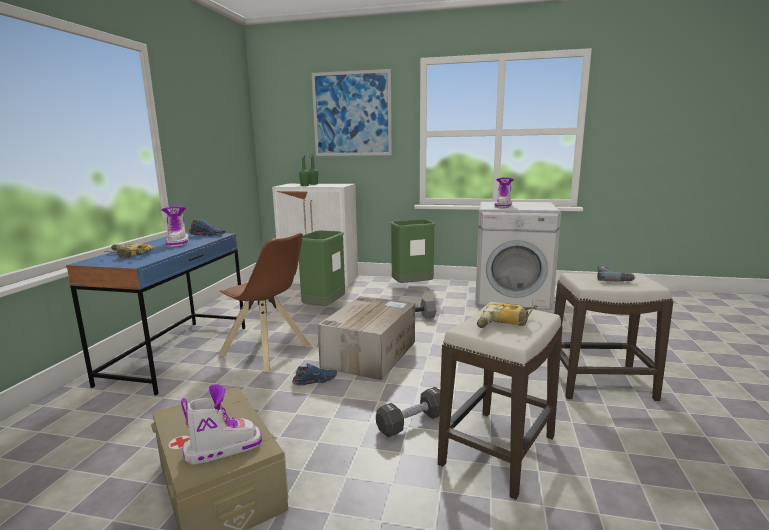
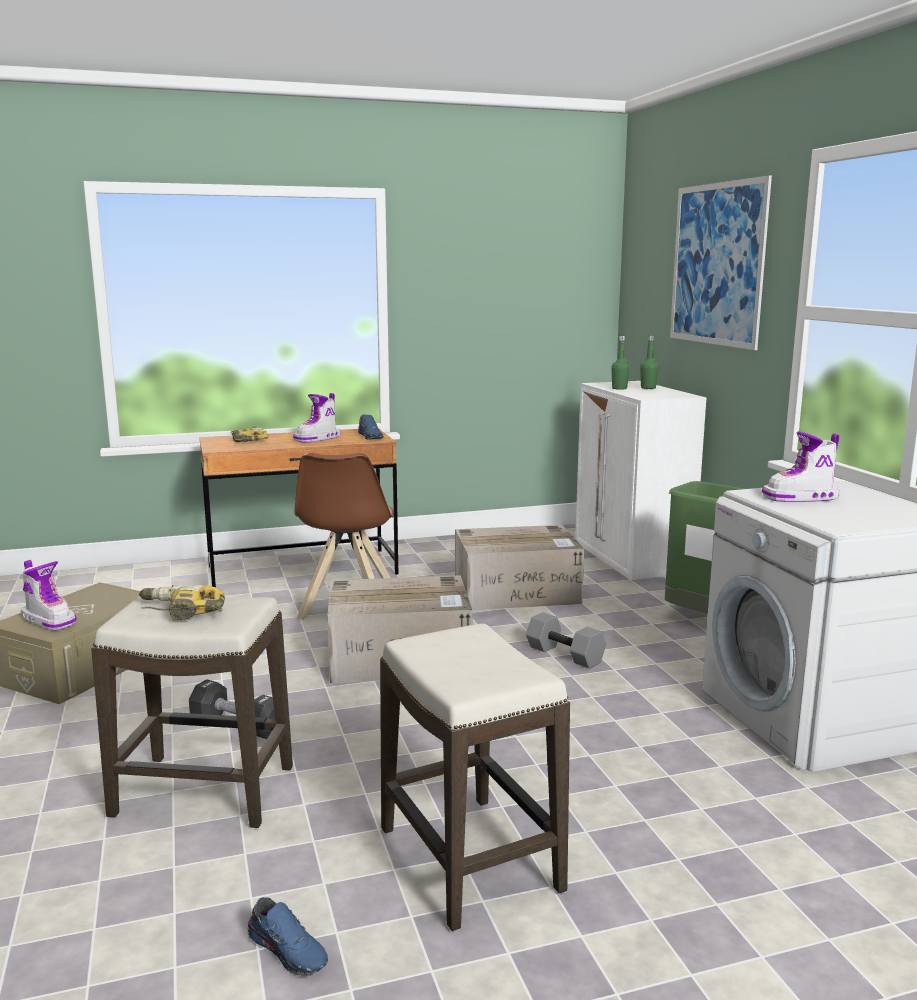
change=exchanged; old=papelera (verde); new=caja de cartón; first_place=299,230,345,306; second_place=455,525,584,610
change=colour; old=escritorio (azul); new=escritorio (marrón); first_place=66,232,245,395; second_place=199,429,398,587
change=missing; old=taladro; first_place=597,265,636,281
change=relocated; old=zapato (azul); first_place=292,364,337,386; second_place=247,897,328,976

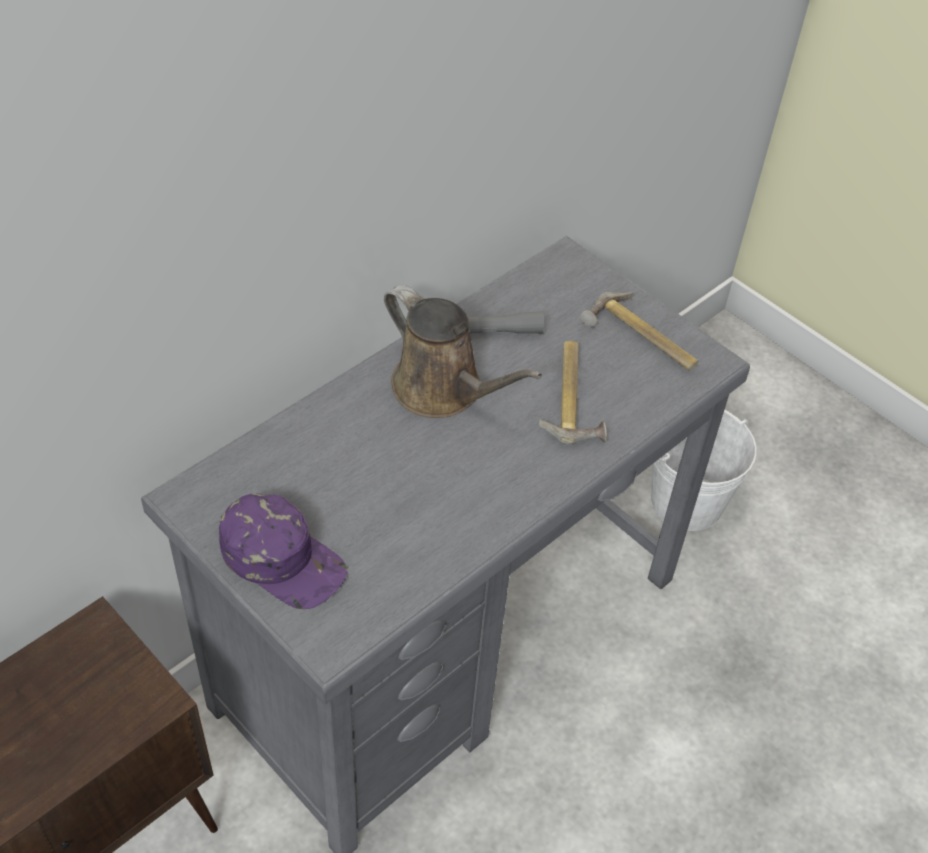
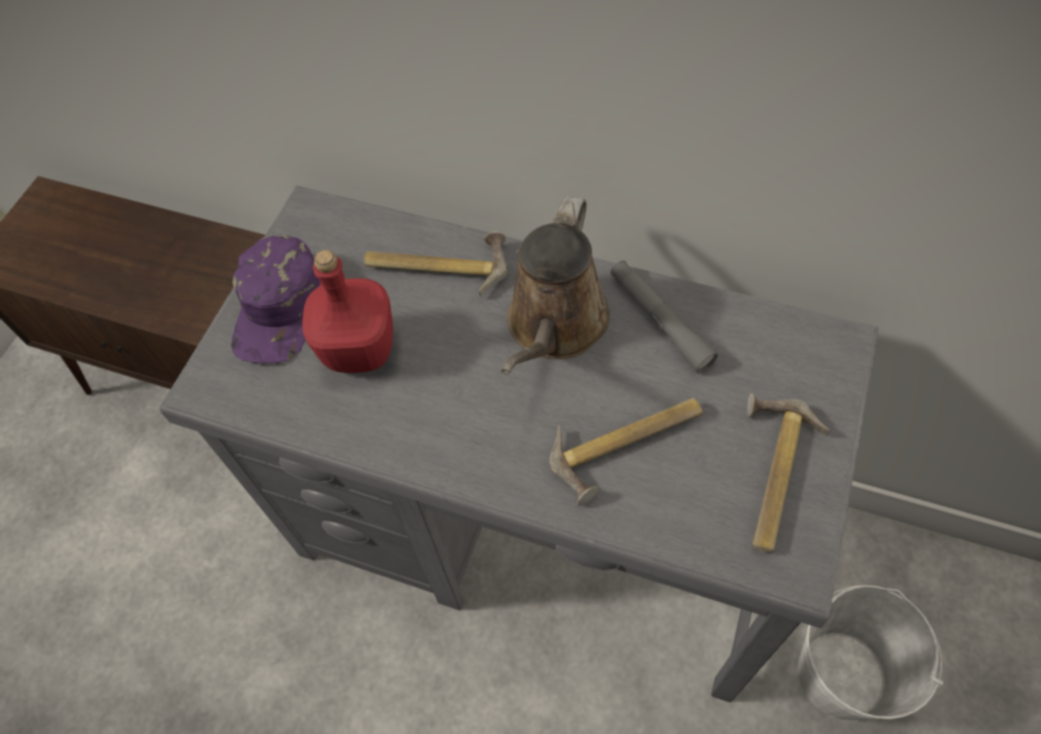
change=appeared; new=martillo; second_place=364,231,507,297
change=appeared; new=botella (rojo); second_place=302,250,393,373

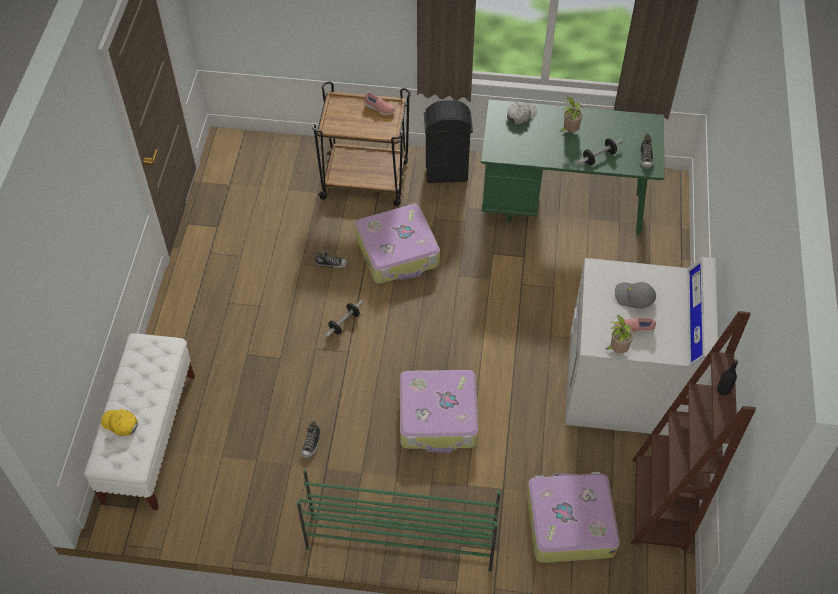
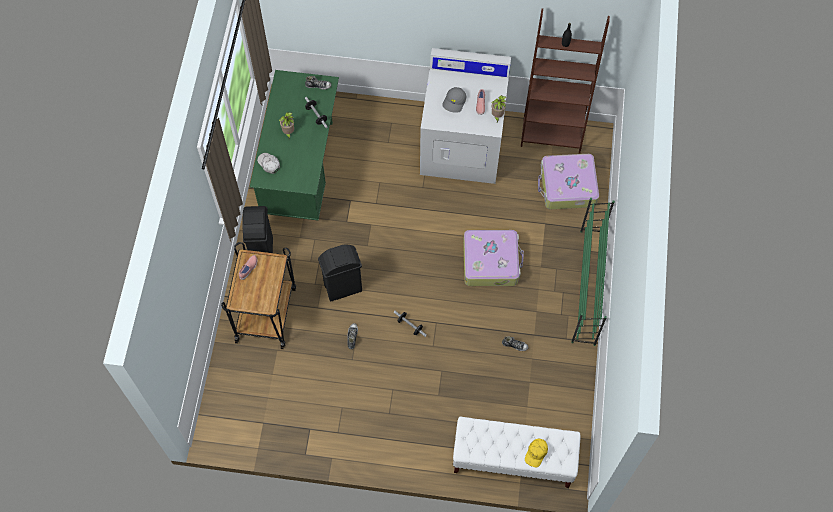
change=exchanged; old=maleta; new=papelera (negro); first_place=355,204,440,284; second_place=318,245,362,301

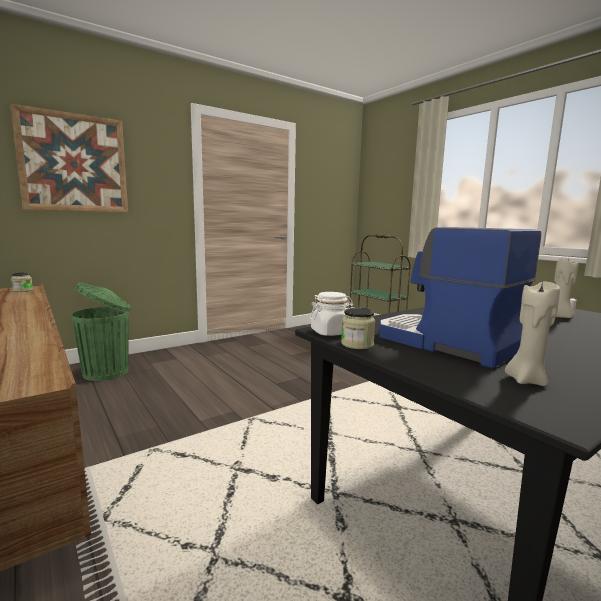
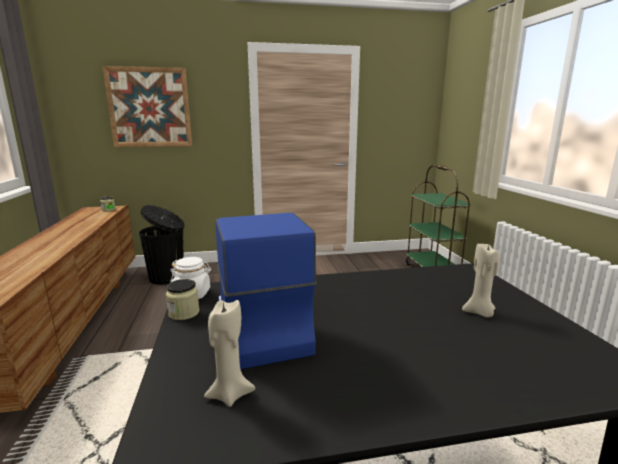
change=colour; old=papelera (verde); new=papelera (negro); first_place=71,282,131,381; second_place=139,205,185,285

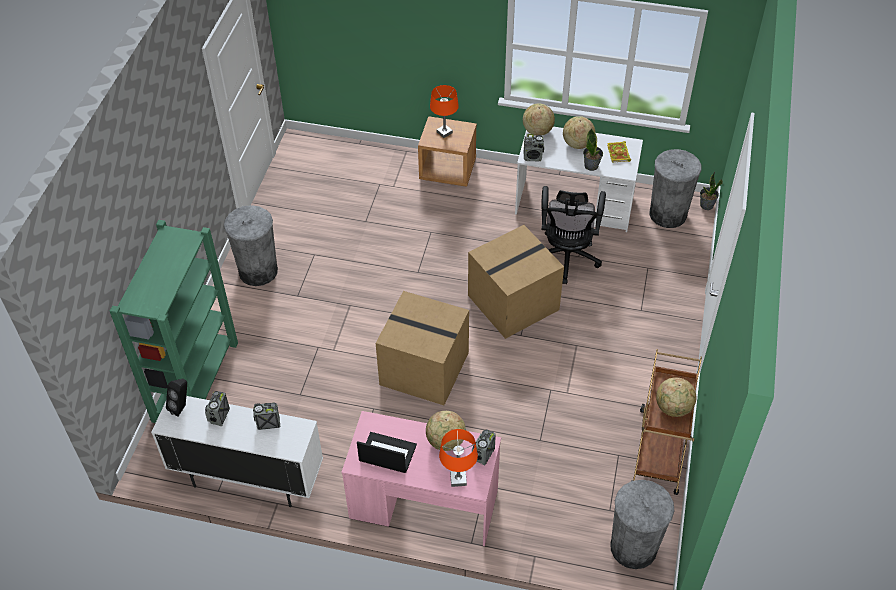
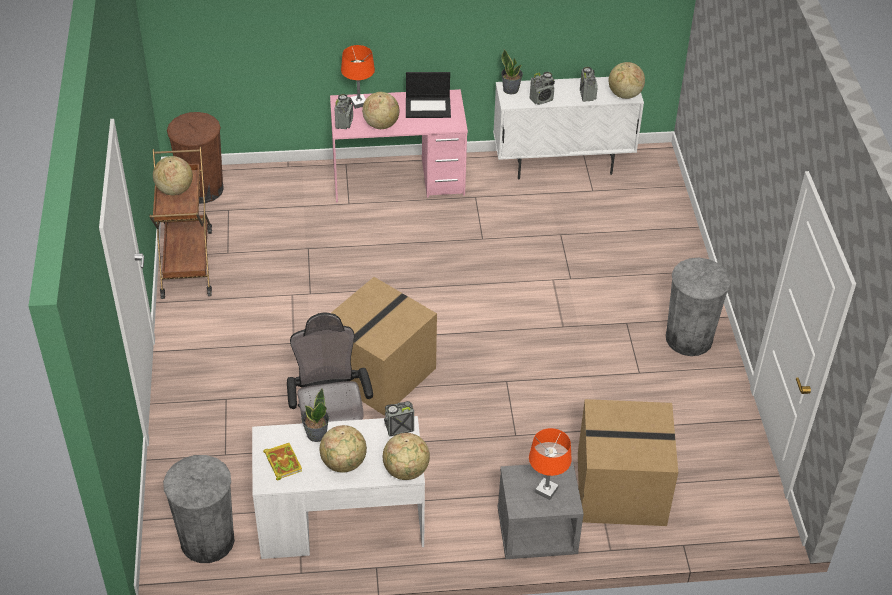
change=colour; old=mesita de noche (marrón); new=mesita de noche (gris); first_place=418,116,477,187; second_place=498,462,584,559
change=relocated; old=planta en maceta; first_place=700,171,723,210; second_place=501,50,523,94
change=missing; old=estantería (verde); first_place=110,220,238,423
change=relocated; old=caja de cartón; first_place=376,291,469,405; second_place=578,399,678,526
change=exchanged; old=altavoz (negro); new=globo terráqueo; first_place=166,379,187,417; second_place=608,62,645,99
change=colour; old=papelera (gris); new=papelera (marrón); first_place=610,480,674,569; second_place=167,112,224,204

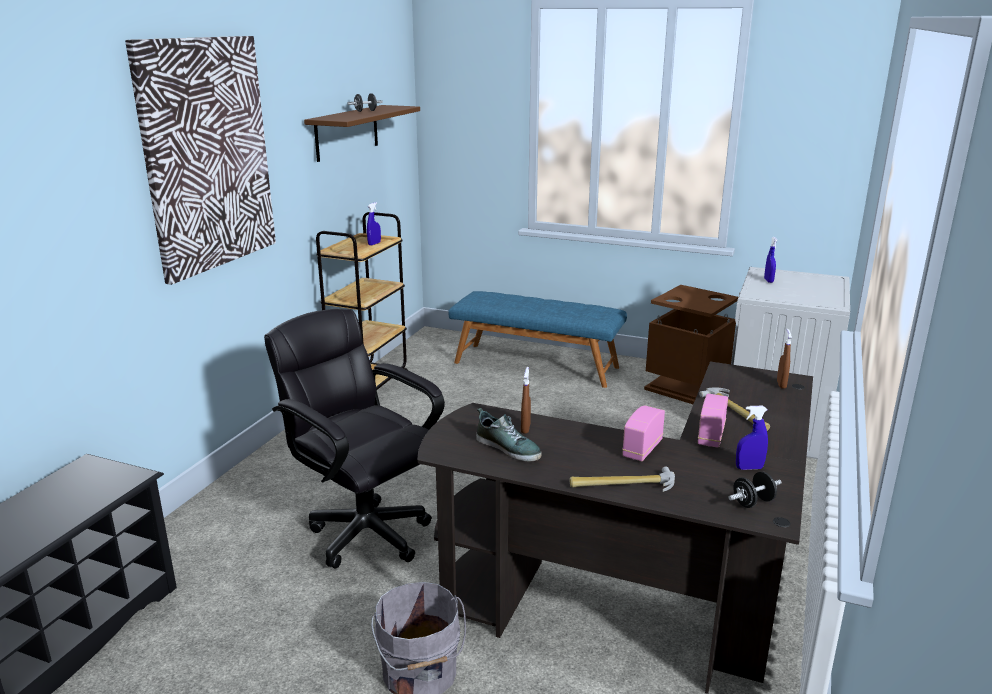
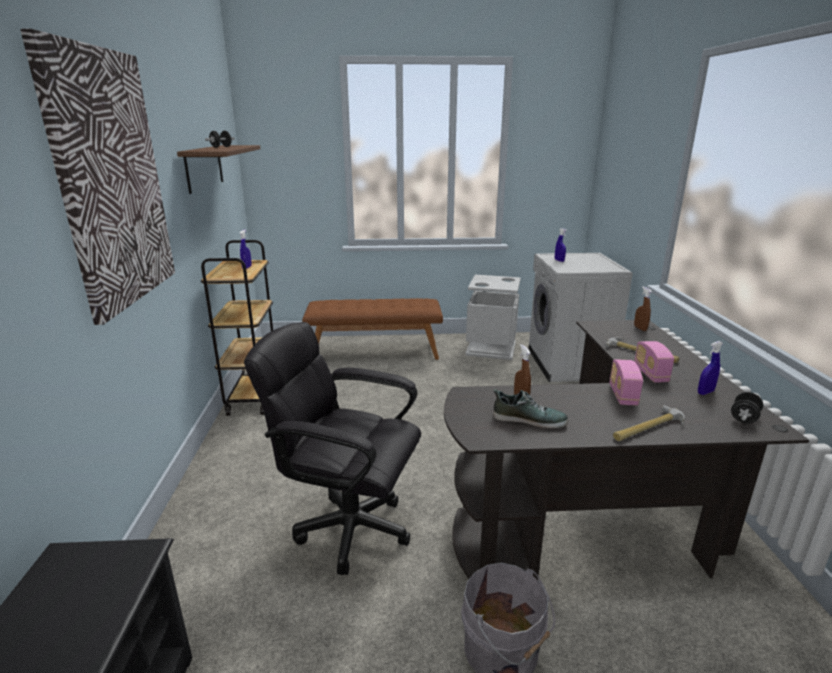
change=colour; old=papelera (marrón); new=papelera (gris); first_place=644,285,738,404; second_place=465,275,521,360
change=colour; old=banco (azul); new=banco (marrón); first_place=448,291,627,388; second_place=302,298,443,360

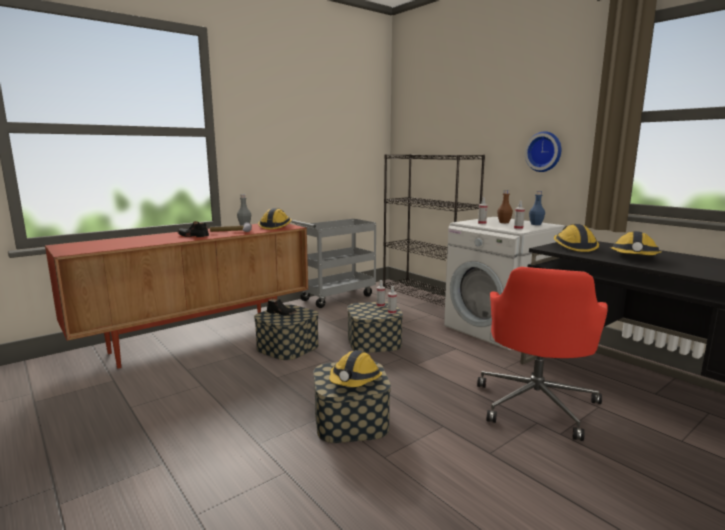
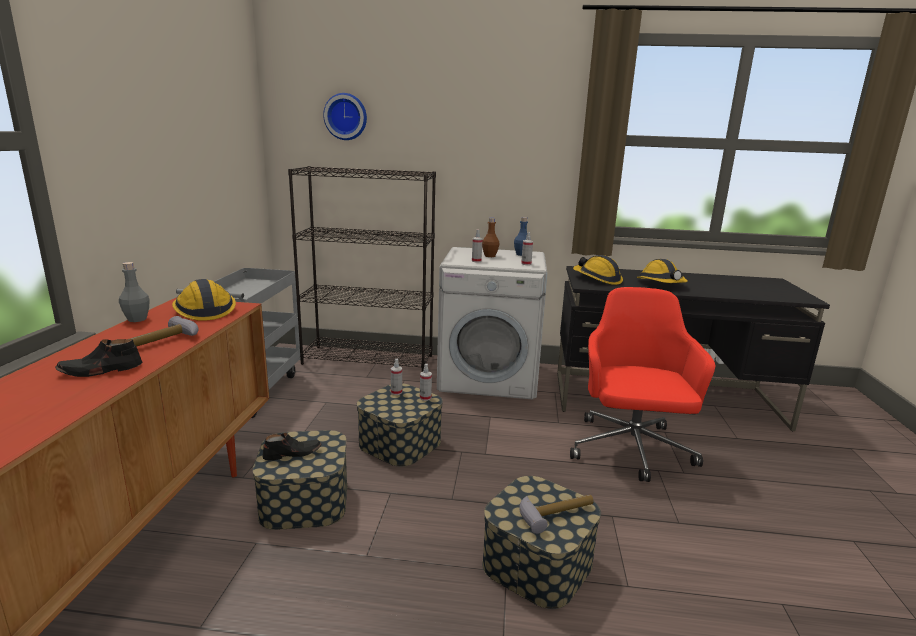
change=relocated; old=reloj de pared; first_place=525,131,561,172; second_place=323,93,367,140
change=spun; old=silla de oficina (rojo); first_place=477,267,608,441; second_place=570,287,715,482; degrees=-150
change=exchanged; old=casco; new=martillo; first_place=329,350,382,387; second_place=519,495,594,534

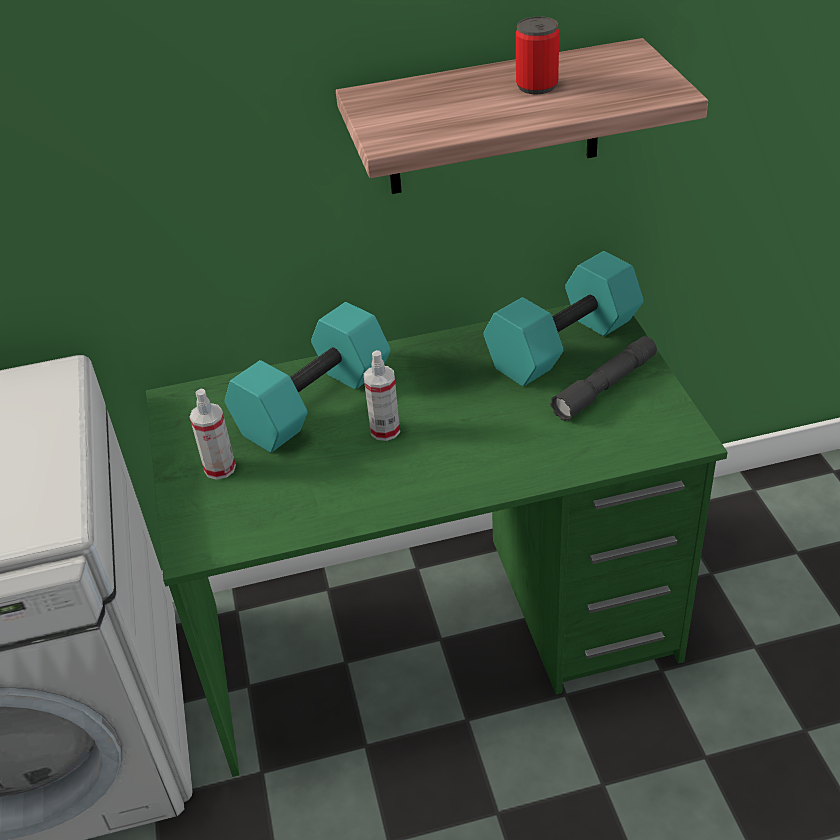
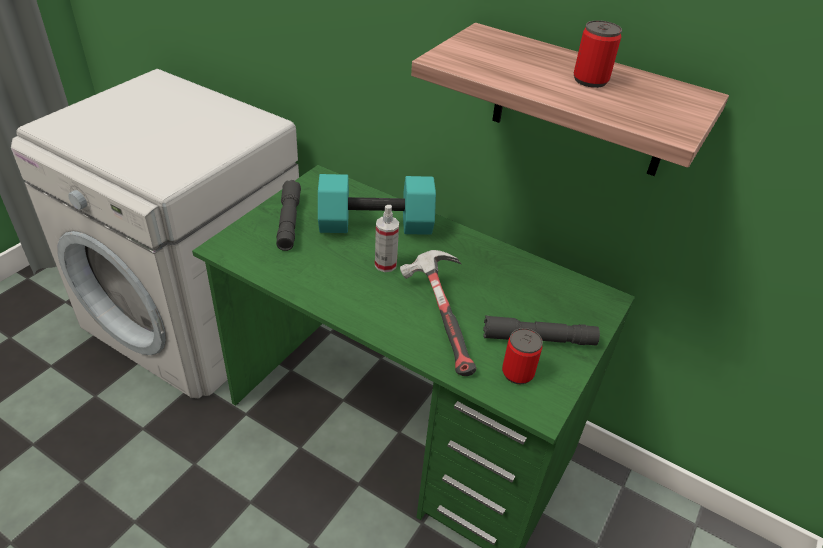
change=missing; old=mancuerna (turquesa); first_place=483,251,644,386
change=exchanged; old=pulverizador; new=linterna (gris); first_place=190,389,236,480; second_place=276,180,301,251
change=appeared; new=martillo; second_place=400,250,476,376
change=appeared; new=lata; second_place=502,328,543,384

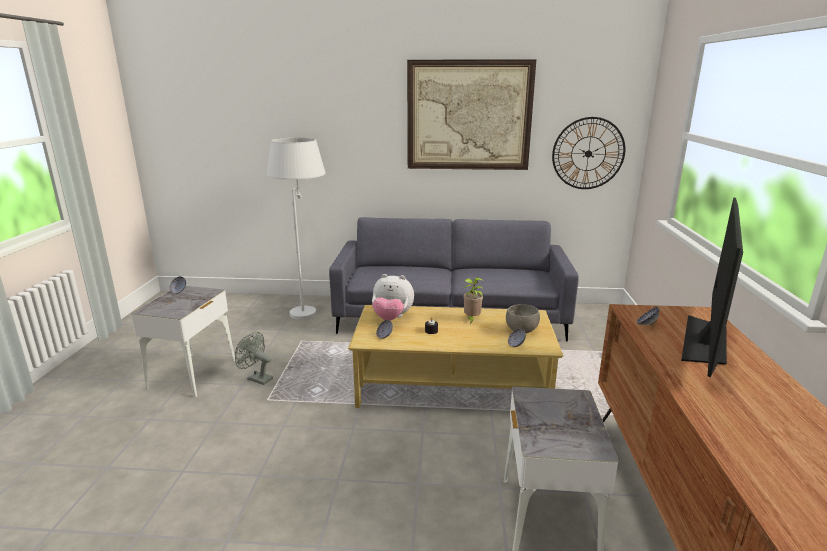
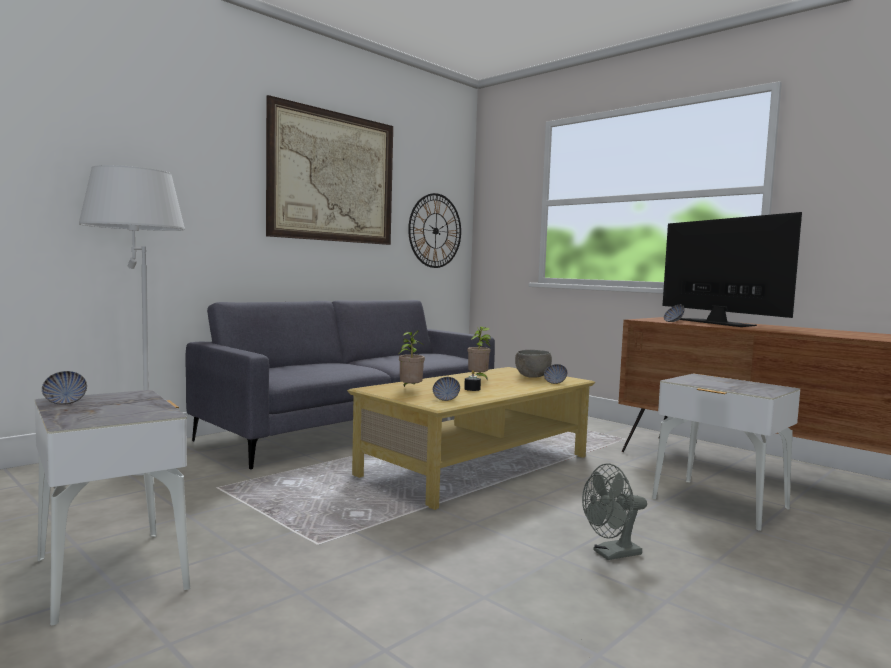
change=exchanged; old=peluche; new=planta en maceta; first_place=372,274,414,321; second_place=399,330,425,387
change=relocated; old=ventilador (gris); first_place=235,332,273,385; second_place=582,464,647,560

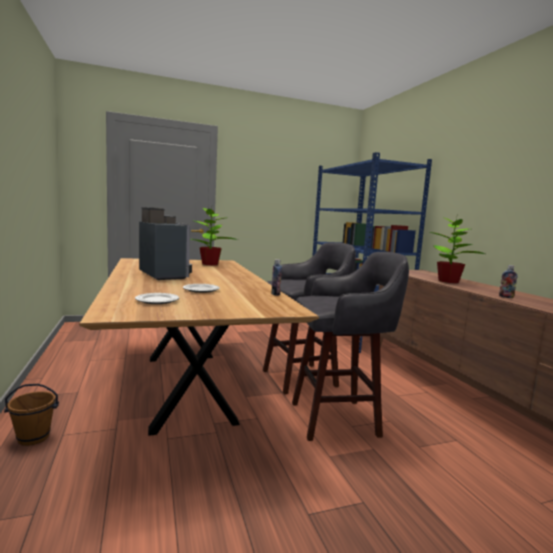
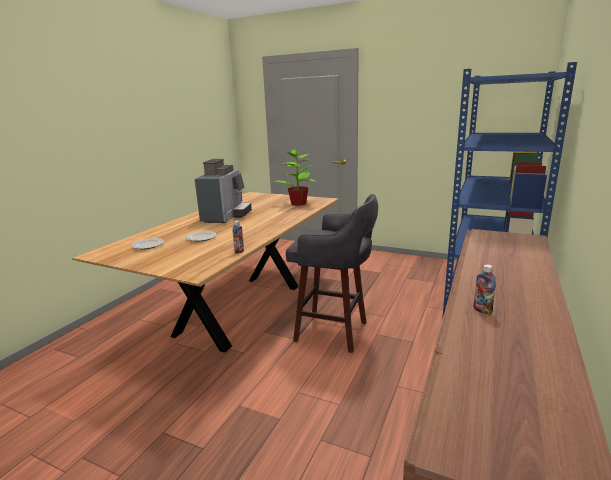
change=missing; old=planta en maceta; first_place=429,217,485,283
change=missing; old=taburete (gris); first_place=292,252,409,441
change=missing; old=cubo (marrón); first_place=4,384,59,446

